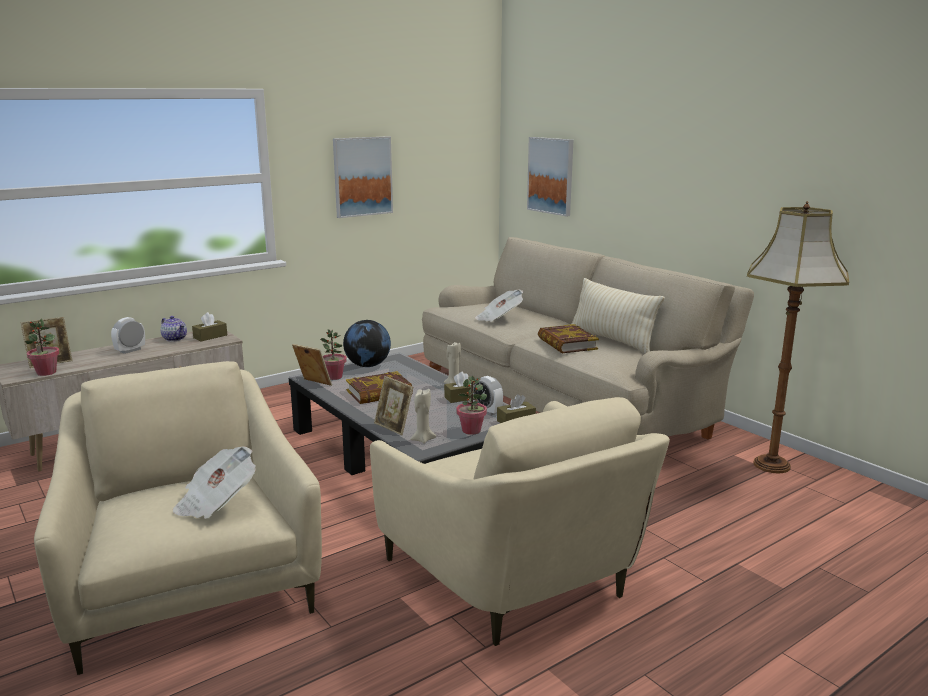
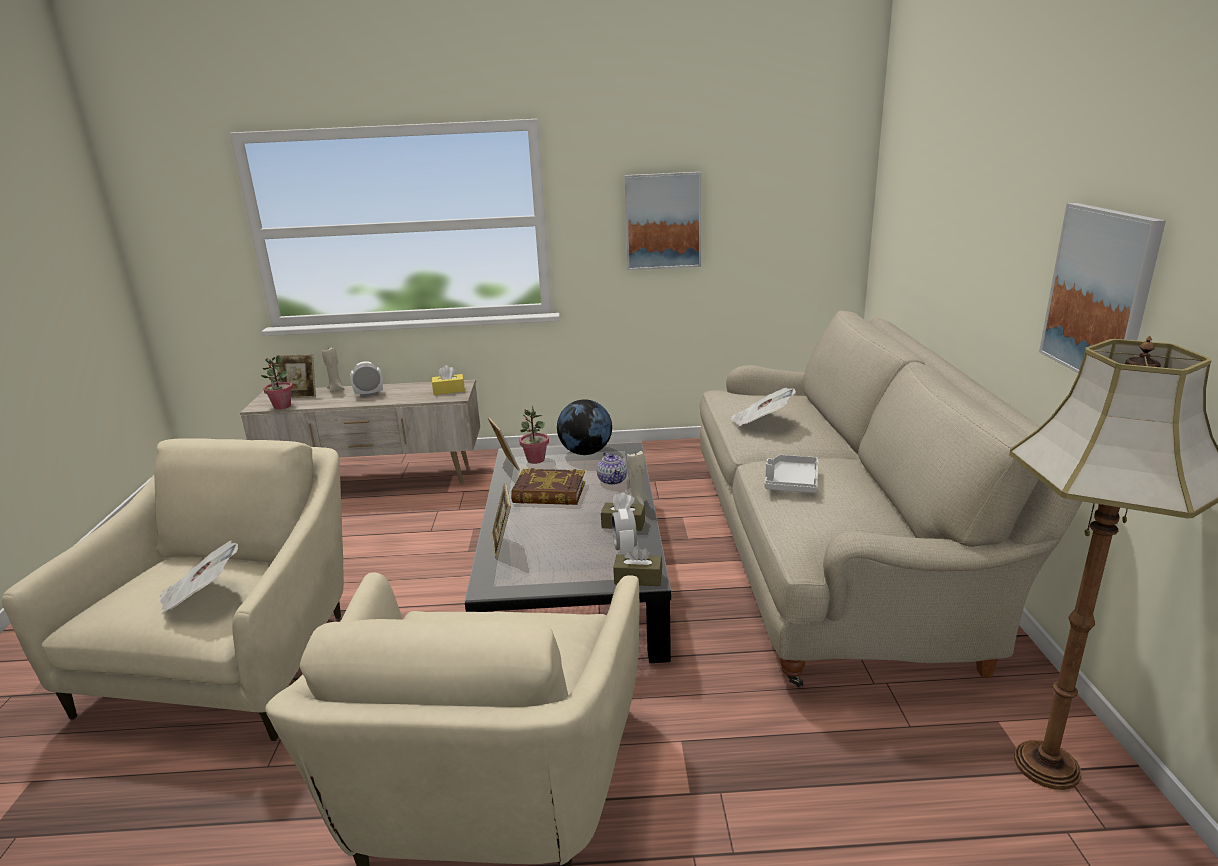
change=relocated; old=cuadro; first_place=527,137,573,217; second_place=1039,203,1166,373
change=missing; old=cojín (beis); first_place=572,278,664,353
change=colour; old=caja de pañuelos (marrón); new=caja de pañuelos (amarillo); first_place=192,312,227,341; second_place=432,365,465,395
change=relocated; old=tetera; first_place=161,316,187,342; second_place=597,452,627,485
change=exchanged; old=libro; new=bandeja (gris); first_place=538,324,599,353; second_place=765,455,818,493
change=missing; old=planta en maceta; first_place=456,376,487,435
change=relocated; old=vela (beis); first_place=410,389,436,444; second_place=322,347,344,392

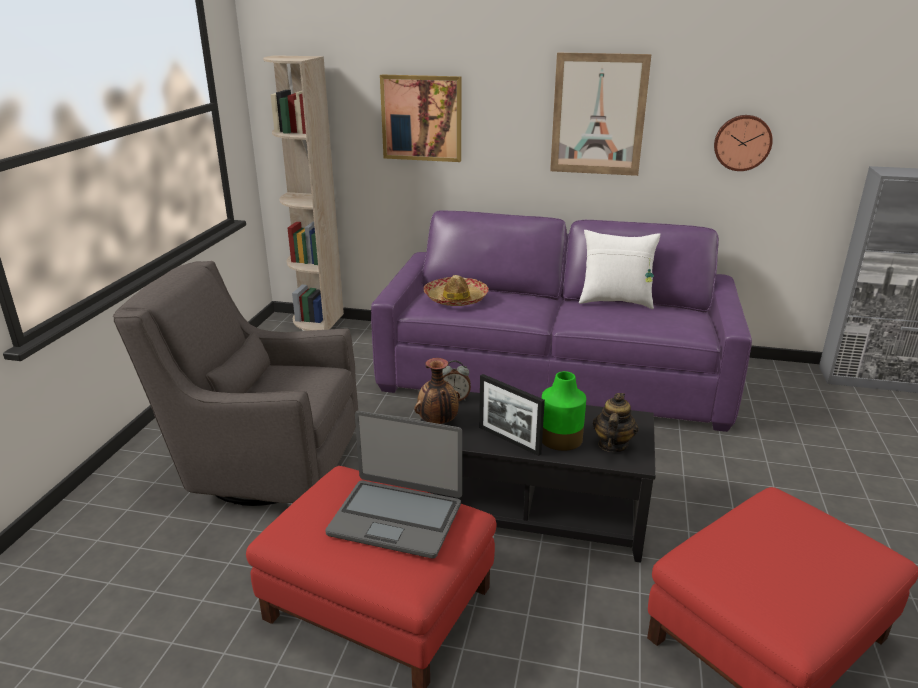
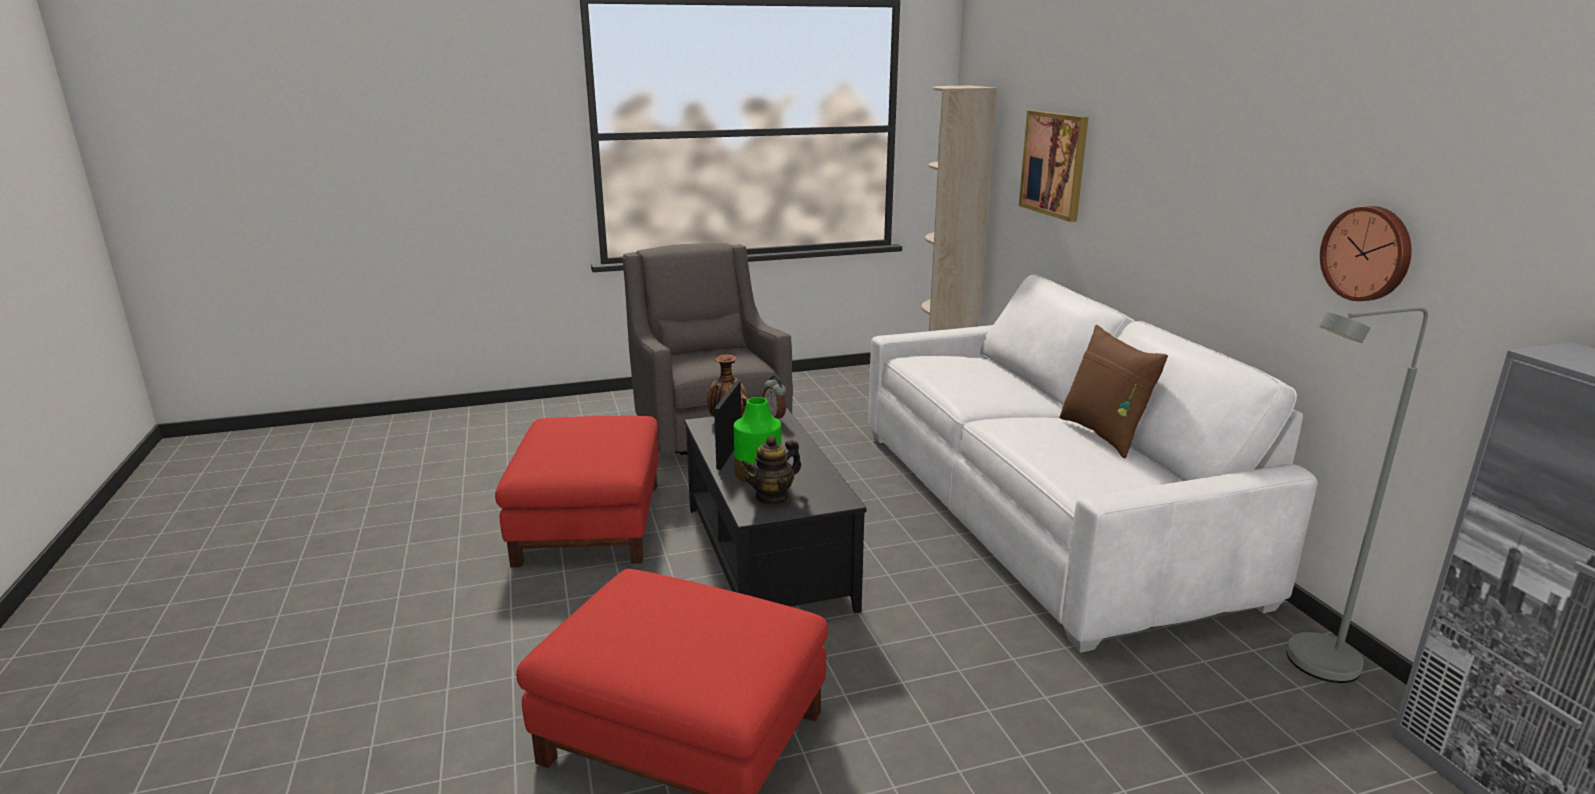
change=missing; old=cuadro; first_place=550,53,652,176
change=colour; old=sofá (morado); new=sofá (blanco); first_place=371,210,752,432; second_place=868,274,1318,653
change=colour; old=cojín (blanco); new=cojín (marrón); first_place=579,230,660,309; second_place=1059,325,1168,458
change=missing; old=sombrero; first_place=424,275,489,306
change=spun; old=tetera; first_place=593,393,638,452; second_place=741,436,801,506; degrees=150
change=missing; old=portátil; first_place=325,411,462,559
change=appeared; new=lámpara de pie (gris); second_place=1286,307,1428,683

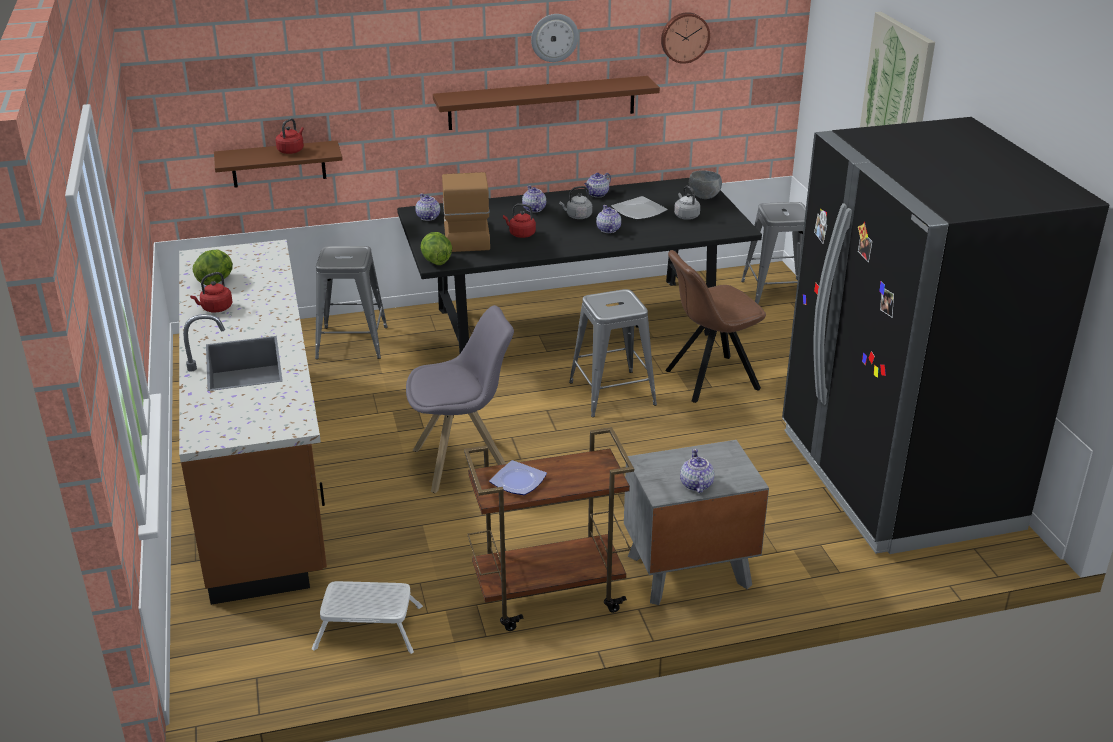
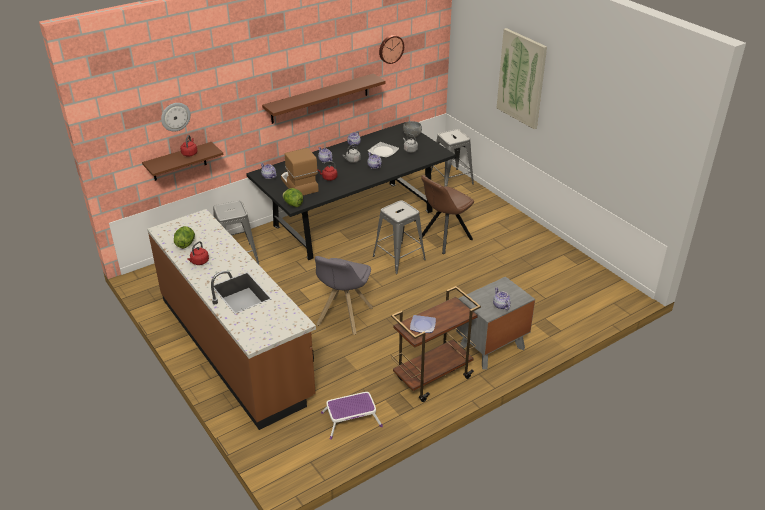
change=relocated; old=reloj de pared; first_place=531,14,579,62; second_place=161,103,191,132
change=missing; old=nevera (negro); first_place=782,117,1109,554
change=spun; old=silla (gris); first_place=406,305,514,493; second_place=315,256,373,335; degrees=150
change=colour; old=escalera de tijera (blanco); new=escalera de tijera (morado); first_place=312,581,423,654; second_place=321,392,383,439

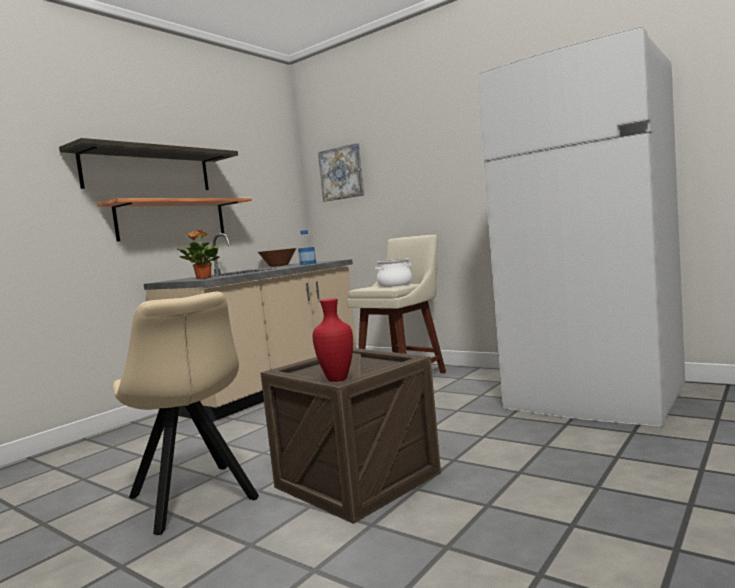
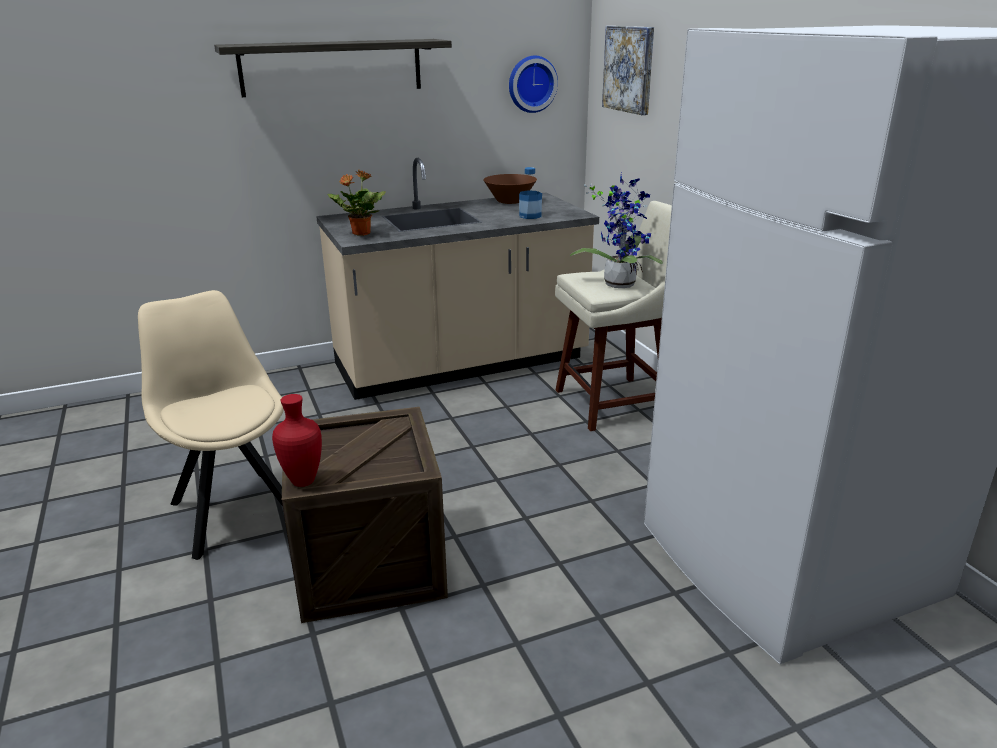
change=missing; old=estante; first_place=97,198,252,242
change=exchanged; old=olla; new=planta en maceta; first_place=375,258,412,287; second_place=570,173,663,288
change=spun; old=silla (beis); first_place=113,292,259,535; second_place=138,290,283,560; degrees=150
change=appeared; new=reloj de pared; second_place=509,56,558,113

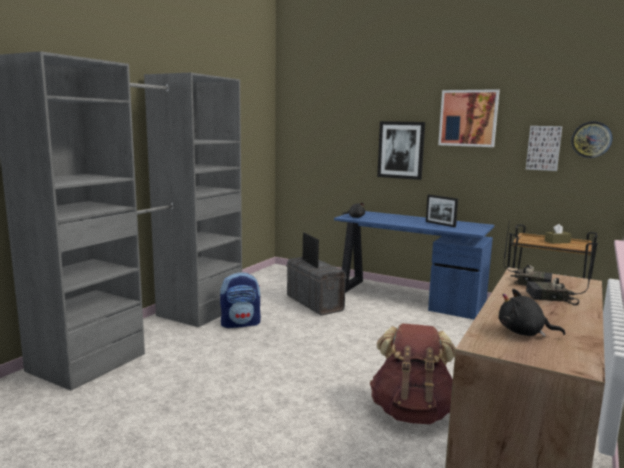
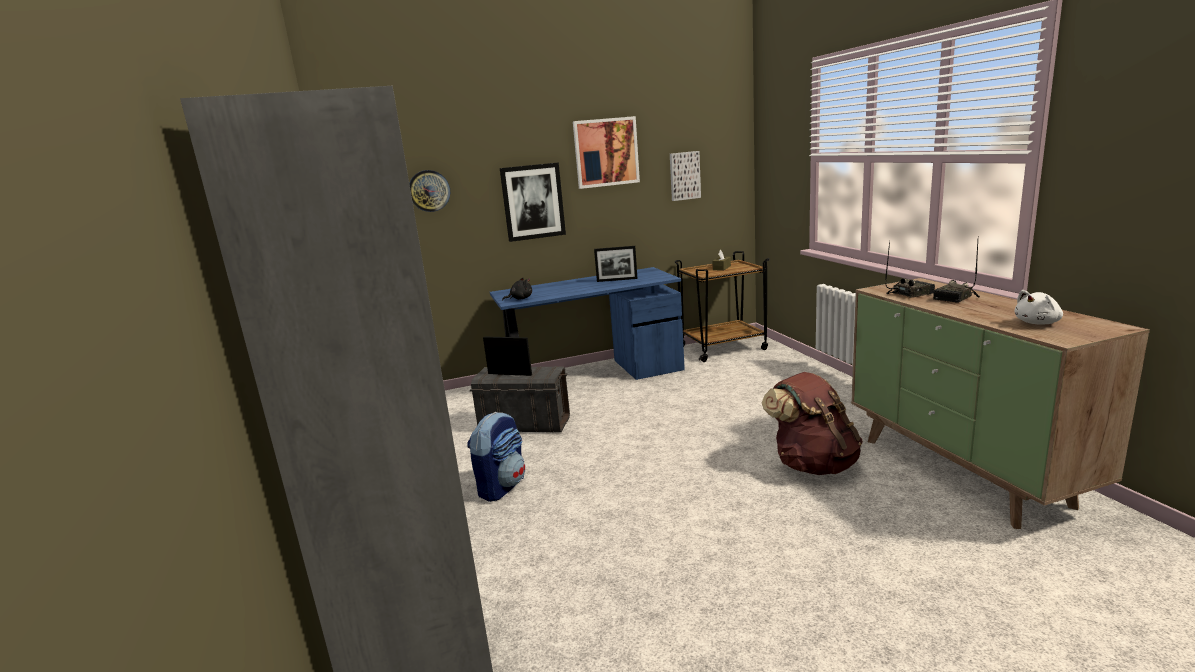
change=relocated; old=reloj de pared; first_place=571,121,612,158; second_place=409,170,450,212
change=colour; old=peluche (negro); new=peluche (blanco); first_place=499,289,565,337; second_place=1014,290,1063,325

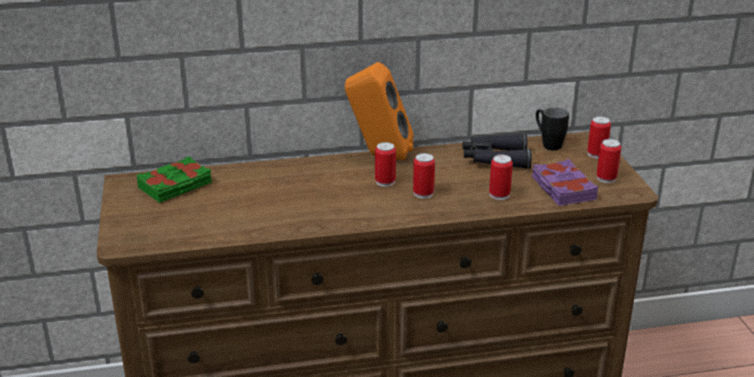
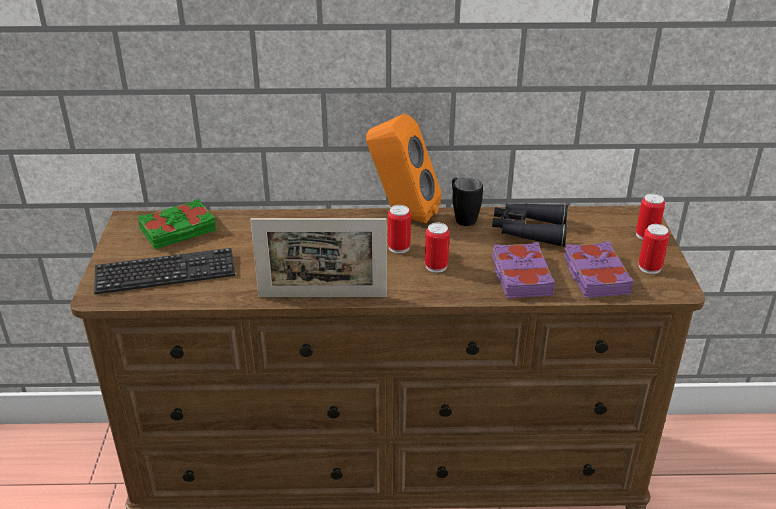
change=relocated; old=taza grande (negro); first_place=536,107,569,151; second_place=452,177,483,226
change=exchanged; old=lata; new=libro (morado); first_place=489,154,513,200; second_place=492,242,555,298
change=appeared; new=portarretratos; second_place=250,218,387,297
change=appeared; new=teclado; second_place=94,248,235,294

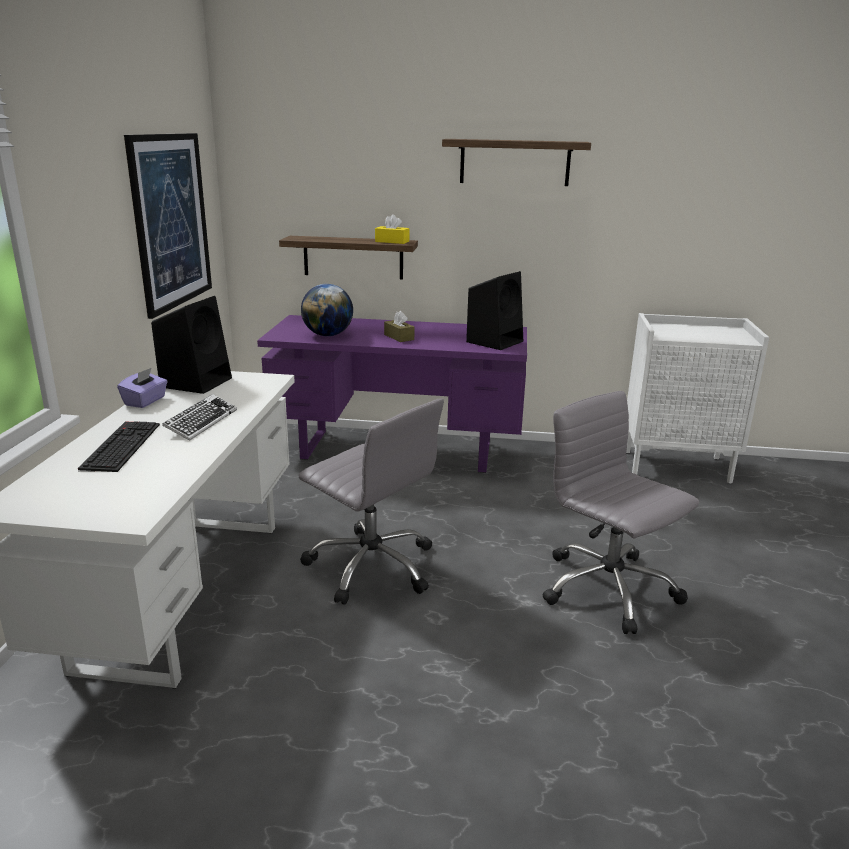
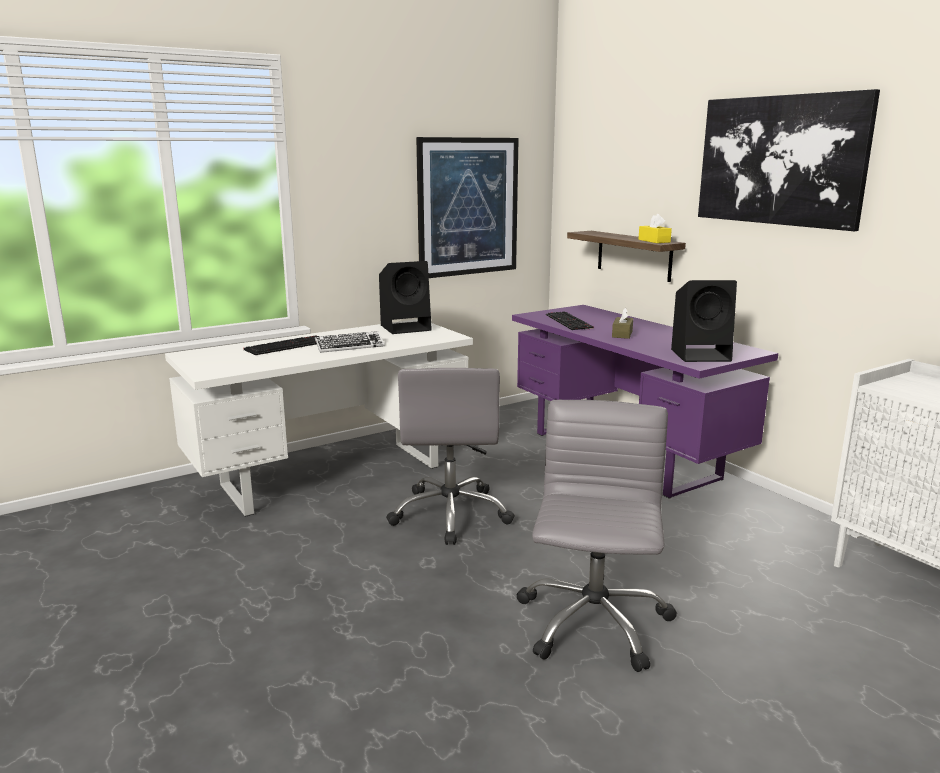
change=exchanged; old=estante; new=cuadro; first_place=442,139,591,186; second_place=698,89,880,231
change=exchanged; old=globo terráqueo; new=teclado; first_place=301,284,353,336; second_place=546,311,594,330
change=missing; old=caja de pañuelos (morado); first_place=117,367,168,408

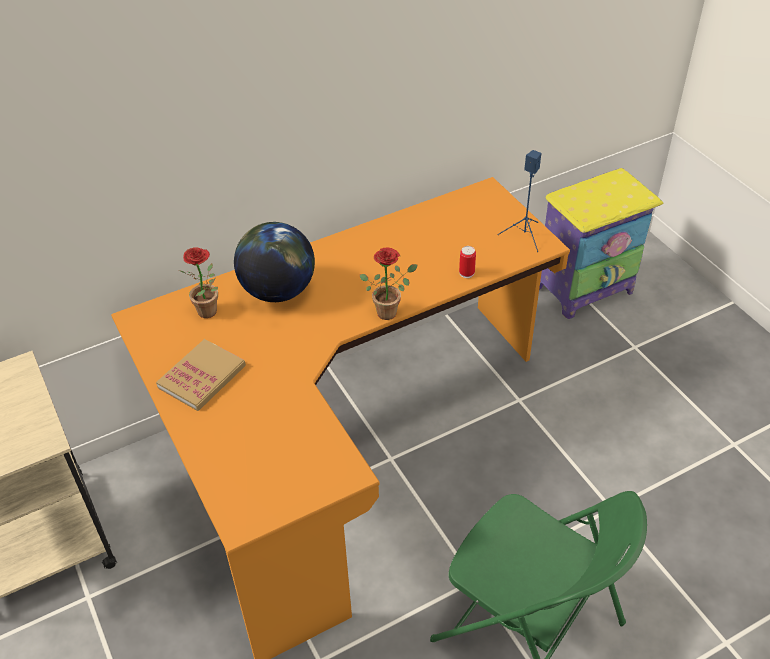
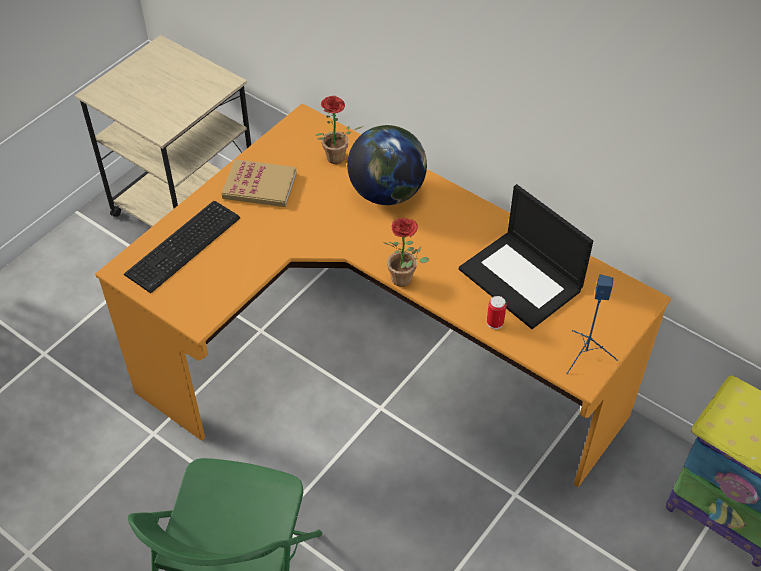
change=appeared; new=portátil; second_place=459,184,593,329
change=appeared; new=teclado; second_place=124,201,240,293

